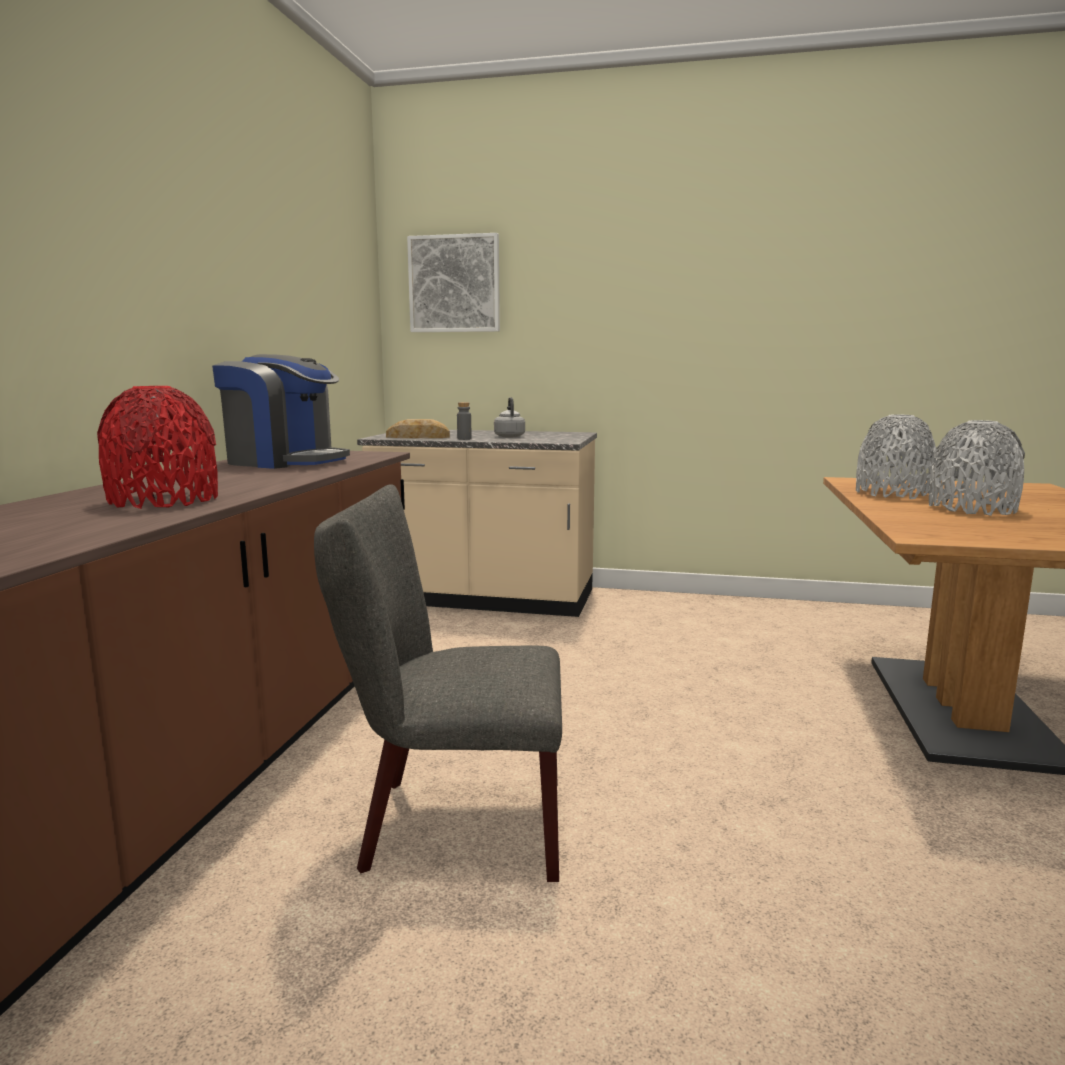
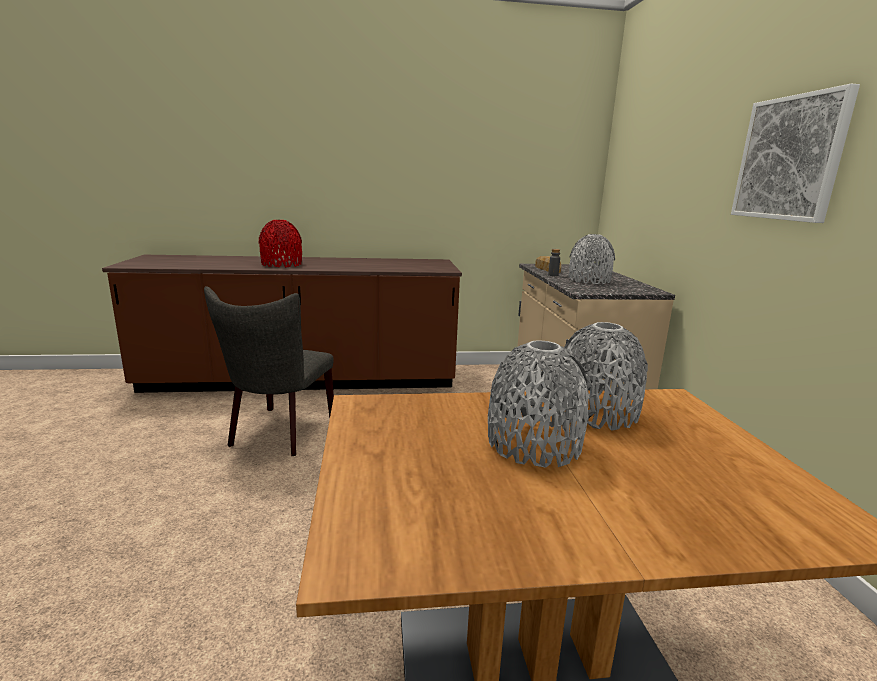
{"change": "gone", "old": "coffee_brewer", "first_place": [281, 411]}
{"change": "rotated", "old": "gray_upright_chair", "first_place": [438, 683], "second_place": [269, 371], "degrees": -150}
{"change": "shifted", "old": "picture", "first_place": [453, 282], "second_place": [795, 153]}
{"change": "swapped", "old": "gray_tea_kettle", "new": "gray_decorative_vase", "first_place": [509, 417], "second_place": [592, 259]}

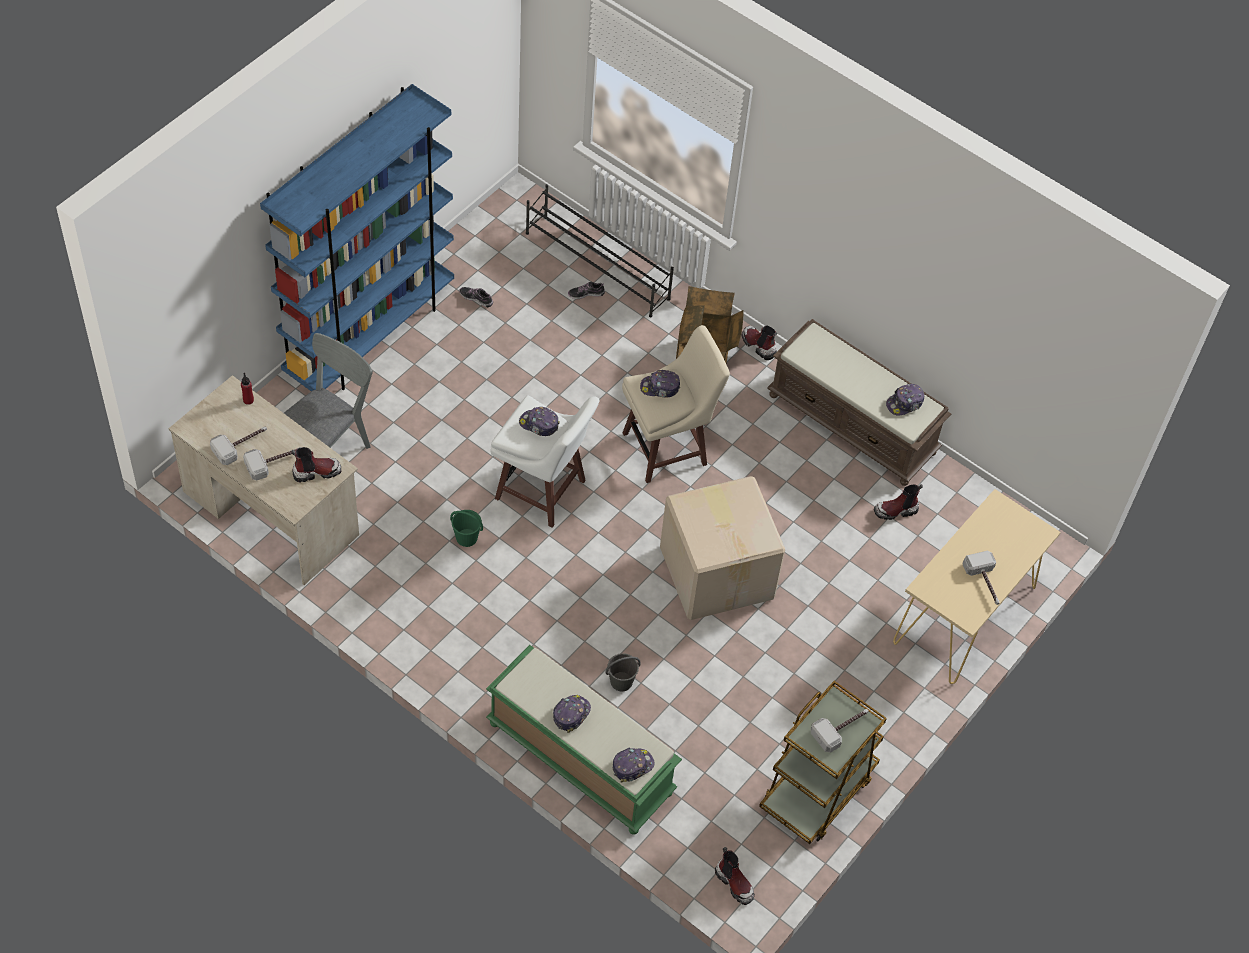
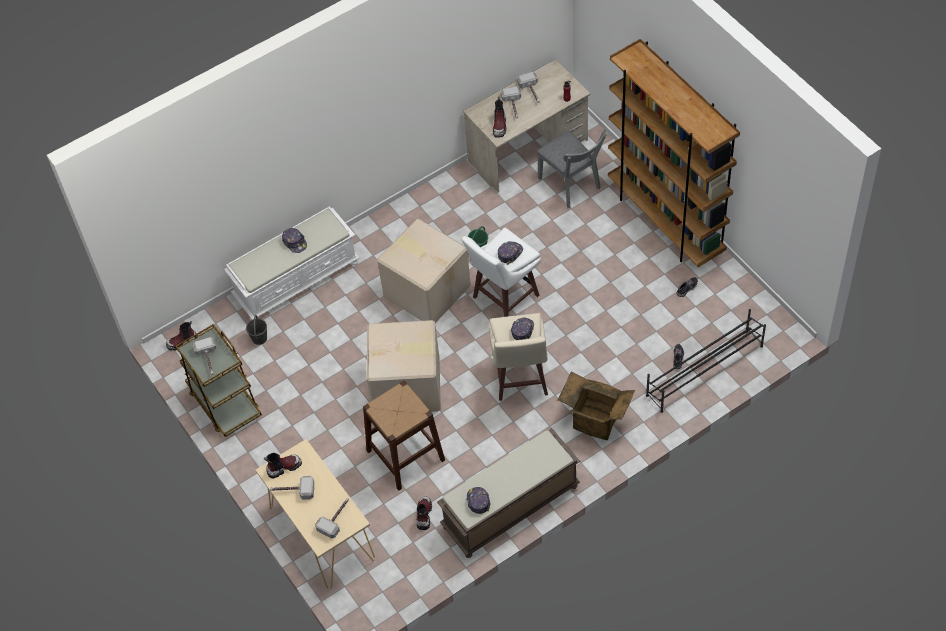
{"change": "repainted", "old": "blue-coloured_bookshelf", "new": "brown_bookshelf", "first_place": [357, 237], "second_place": [674, 153]}
{"change": "repainted", "old": "green-coloured_bench", "new": "white-coloured_bench", "first_place": [584, 740], "second_place": [291, 262]}
{"change": "shifted", "old": "gray_pail", "first_place": [623, 672], "second_place": [256, 330]}
{"change": "gone", "old": "baseball_cap", "first_place": [634, 764]}
{"change": "shifted", "old": "tall_boot", "first_place": [759, 343], "second_place": [283, 466]}
{"change": "new", "new": "hand_hammer", "second_place": [332, 518]}
{"change": "new", "new": "brown_stool", "second_place": [404, 436]}
{"change": "new", "new": "packing_box", "second_place": [424, 271]}

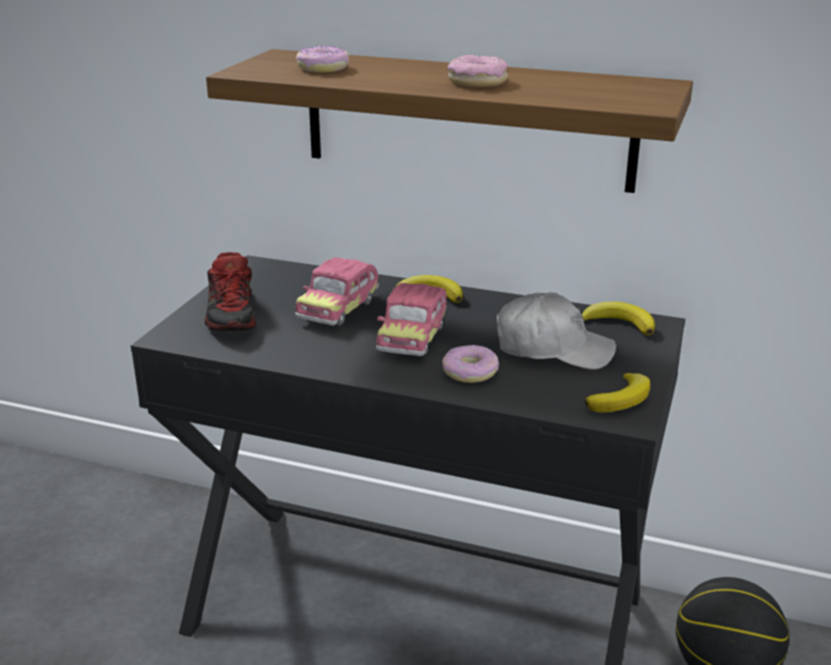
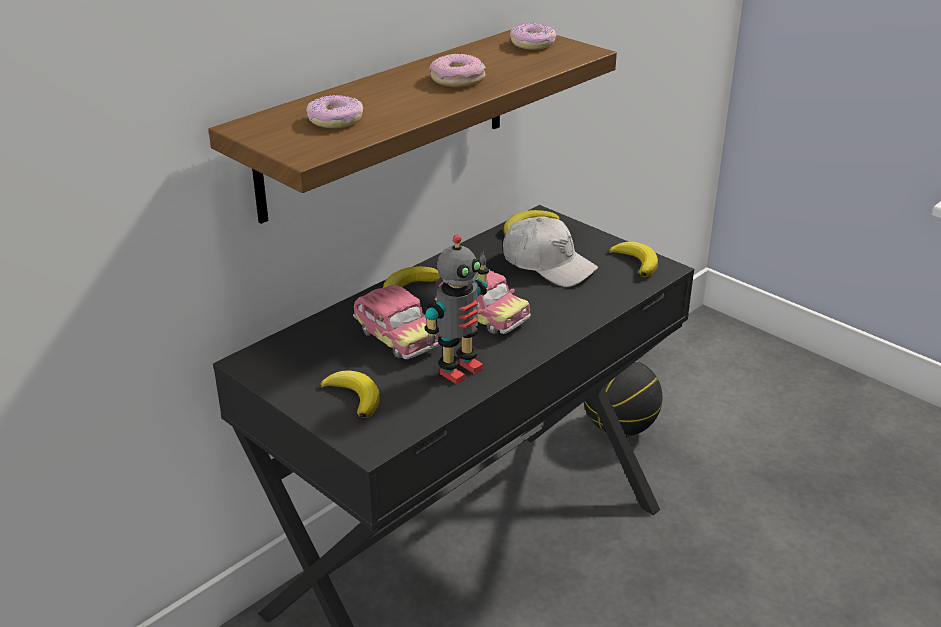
{"change": "swapped", "old": "low_shoe", "new": "banana_fruit", "first_place": [230, 291], "second_place": [350, 394]}
{"change": "shifted", "old": "donut", "first_place": [470, 364], "second_place": [533, 36]}
{"change": "rotated", "old": "white-coloured_baseball_cap", "first_place": [556, 331], "second_place": [550, 252], "degrees": 90}
{"change": "new", "new": "toy_robot", "second_place": [457, 309]}

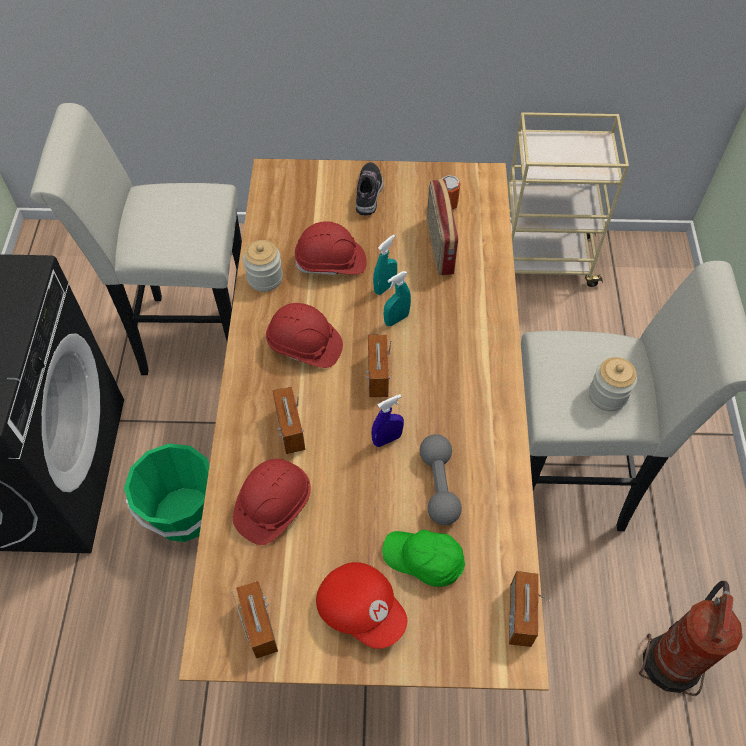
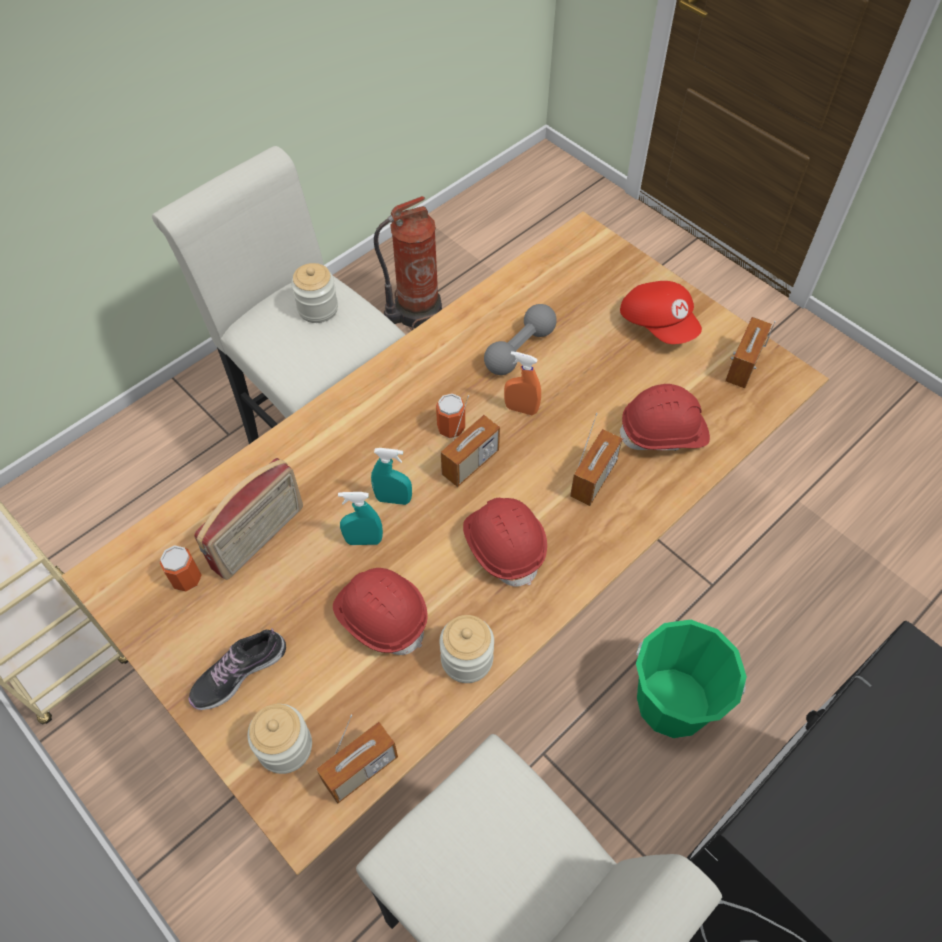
{"change": "rotated", "old": "red_baseball_cap", "first_place": [361, 605], "second_place": [661, 312], "degrees": 150}
{"change": "repainted", "old": "blue-coloured_hand_sprayer", "new": "orange-coloured_hand_sprayer", "first_place": [387, 420], "second_place": [522, 383]}
{"change": "gone", "old": "green-coloured_baseball_cap", "first_place": [423, 558]}
{"change": "shifted", "old": "radio", "first_place": [529, 609], "second_place": [357, 759]}
{"change": "new", "new": "preserve_jar", "second_place": [279, 739]}
{"change": "new", "new": "sealed_can", "second_place": [450, 415]}

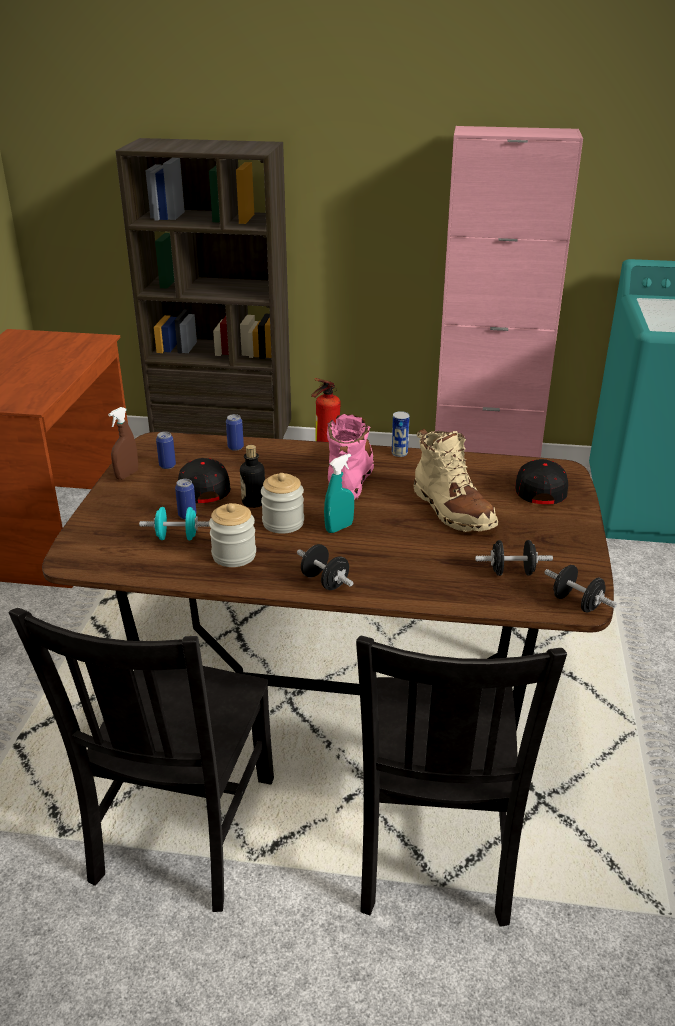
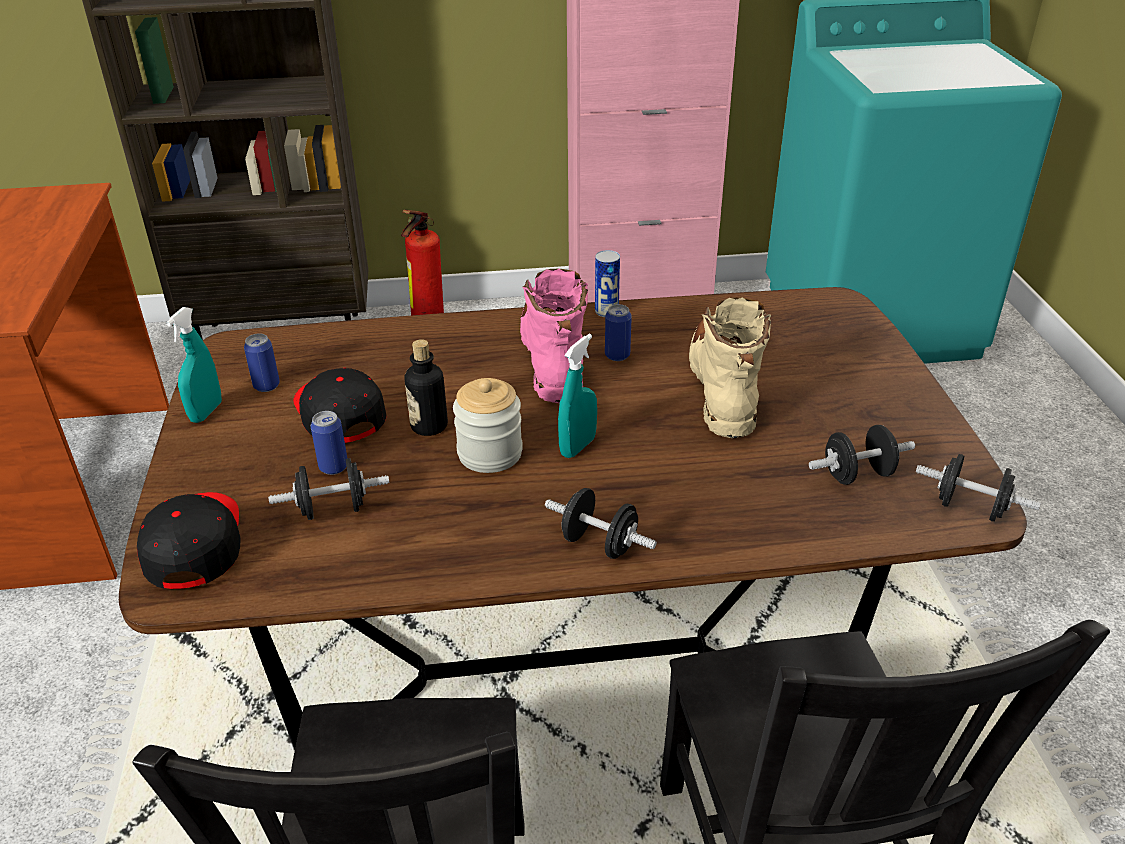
{"change": "repainted", "old": "brown_hand_sprayer", "new": "turquoise_hand_sprayer", "first_place": [123, 443], "second_place": [194, 365]}
{"change": "repainted", "old": "turquoise_hand_weight", "new": "black-coloured_hand_weight", "first_place": [174, 523], "second_place": [328, 489]}
{"change": "gone", "old": "preserve_jar", "first_place": [232, 535]}
{"change": "shifted", "old": "sealed_can", "first_place": [235, 432], "second_place": [618, 332]}
{"change": "rotated", "old": "beige_tall_boot", "first_place": [456, 480], "second_place": [730, 367], "degrees": -135}
{"change": "shifted", "old": "black-coloured_baseball_cap", "first_place": [541, 481], "second_place": [189, 540]}

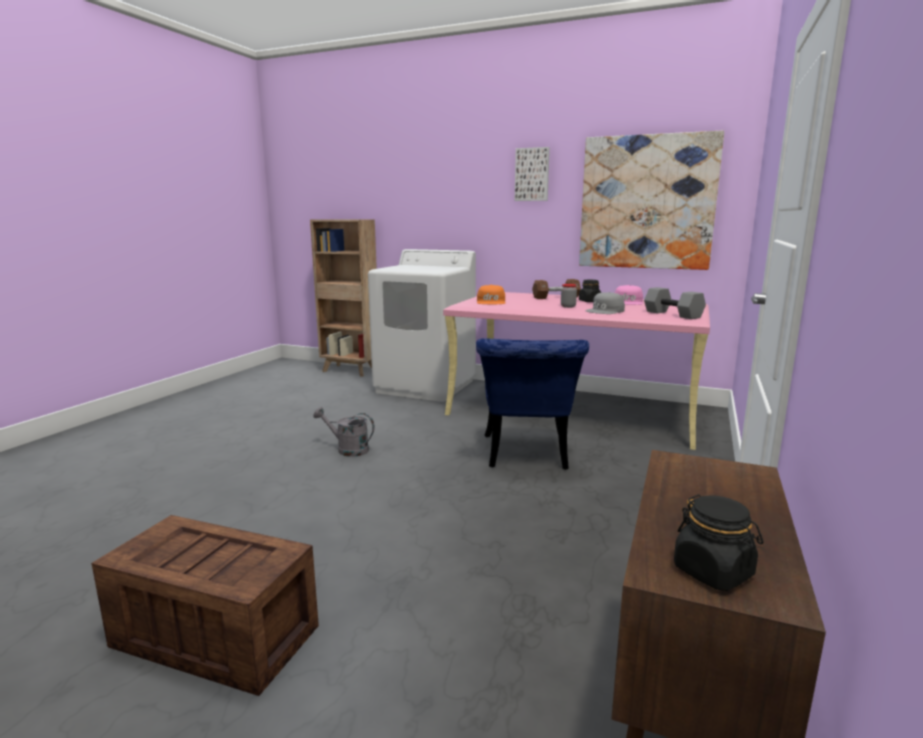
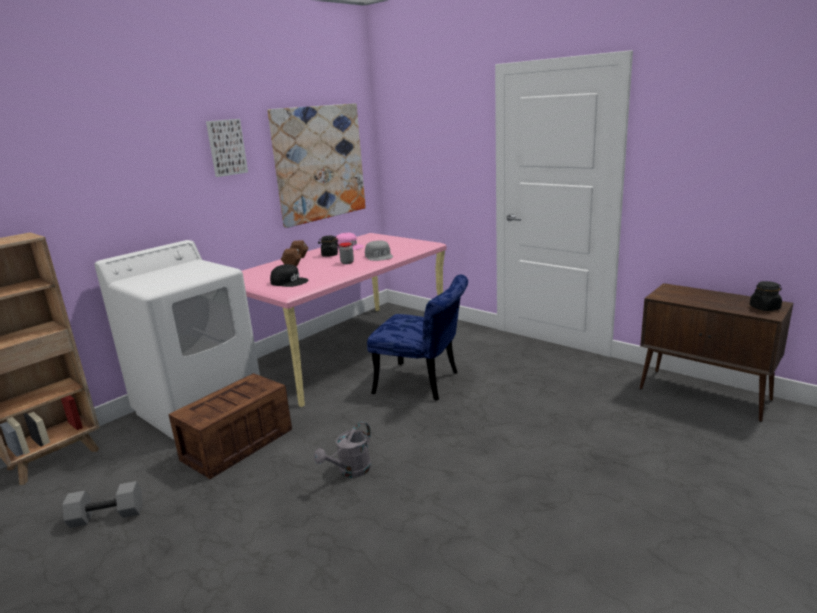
{"change": "shifted", "old": "packing_crate", "first_place": [205, 605], "second_place": [230, 426]}
{"change": "repainted", "old": "orange-coloured_baseball_cap", "new": "black-coloured_baseball_cap", "first_place": [491, 294], "second_place": [289, 275]}
{"change": "shifted", "old": "gray_hand_weight", "first_place": [675, 303], "second_place": [102, 504]}

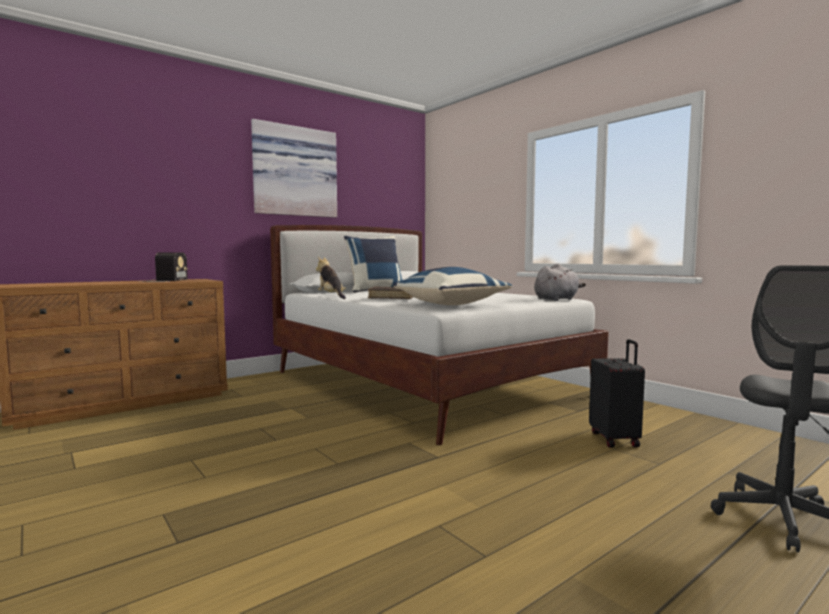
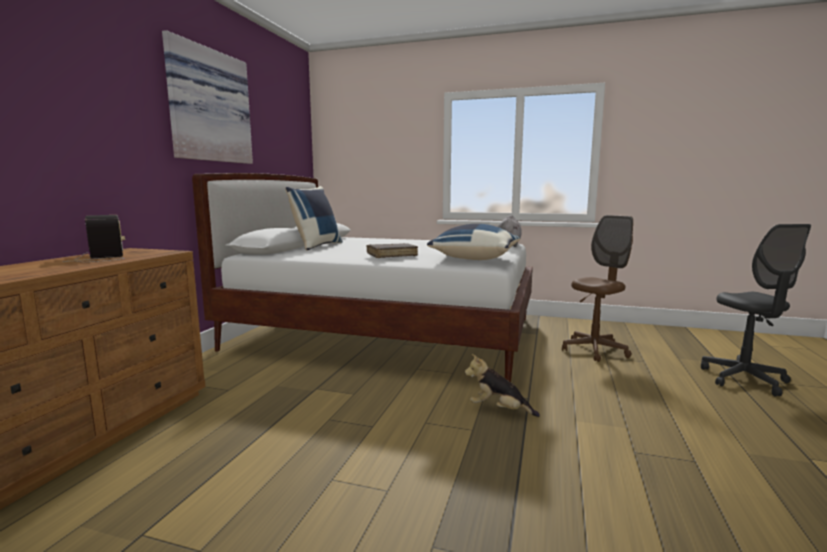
{"change": "shifted", "old": "cuddly_toy", "first_place": [331, 278], "second_place": [502, 385]}
{"change": "swapped", "old": "black-coloured_suitcase", "new": "brown_computer_chair", "first_place": [617, 393], "second_place": [597, 288]}

